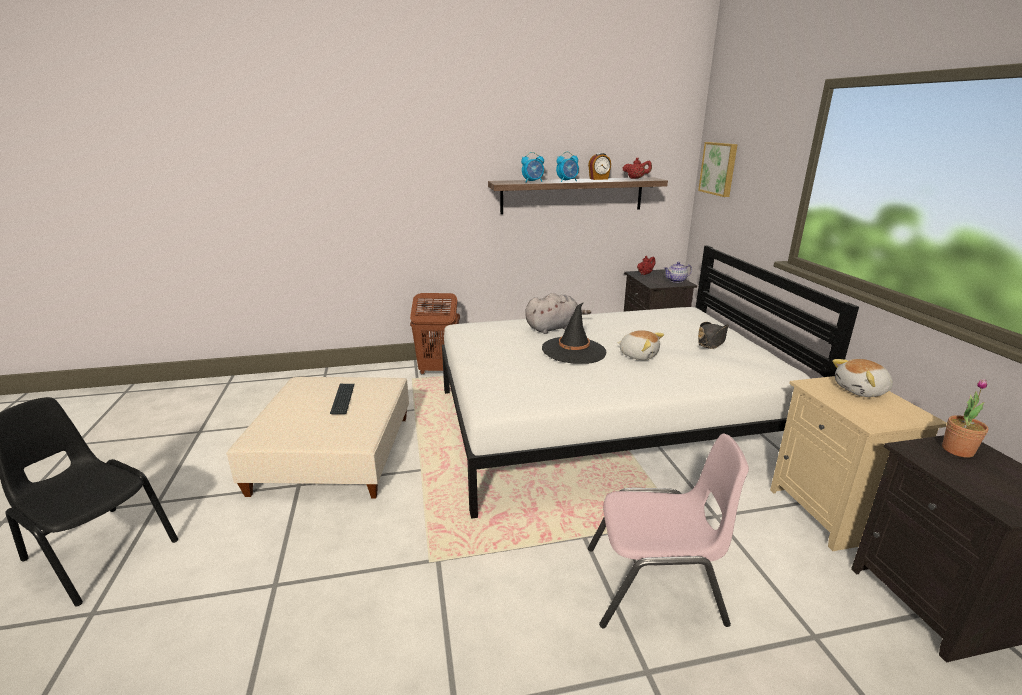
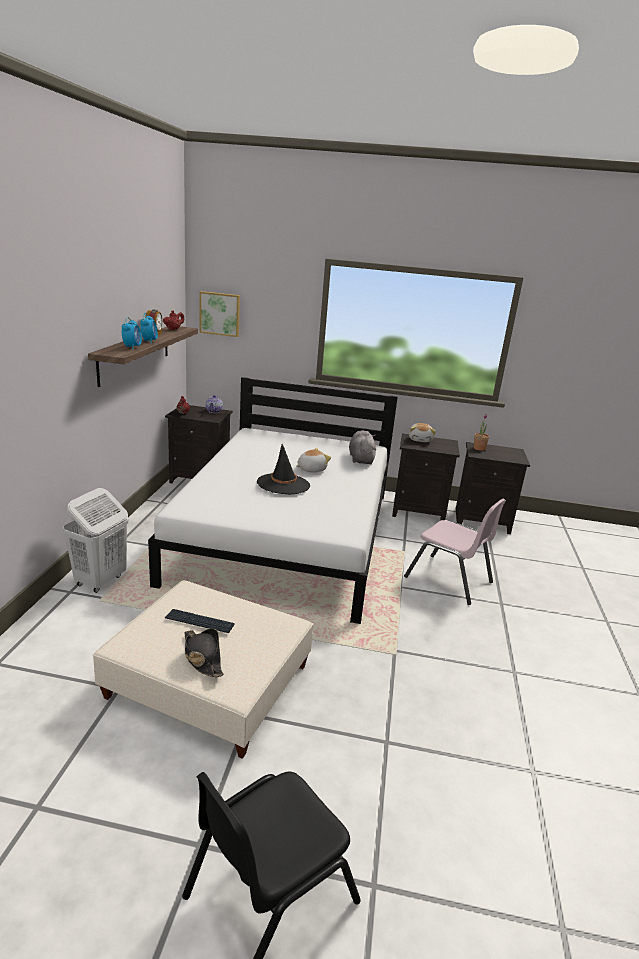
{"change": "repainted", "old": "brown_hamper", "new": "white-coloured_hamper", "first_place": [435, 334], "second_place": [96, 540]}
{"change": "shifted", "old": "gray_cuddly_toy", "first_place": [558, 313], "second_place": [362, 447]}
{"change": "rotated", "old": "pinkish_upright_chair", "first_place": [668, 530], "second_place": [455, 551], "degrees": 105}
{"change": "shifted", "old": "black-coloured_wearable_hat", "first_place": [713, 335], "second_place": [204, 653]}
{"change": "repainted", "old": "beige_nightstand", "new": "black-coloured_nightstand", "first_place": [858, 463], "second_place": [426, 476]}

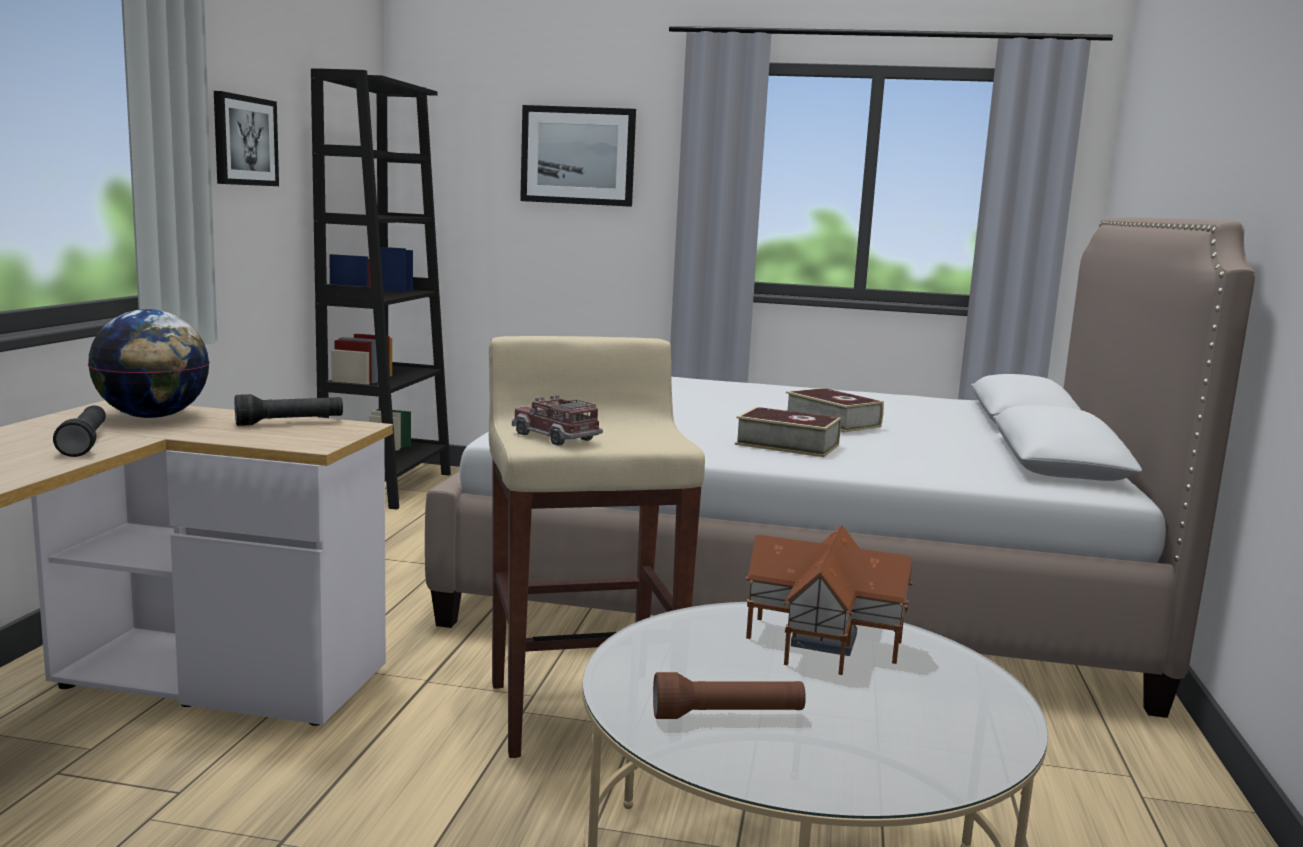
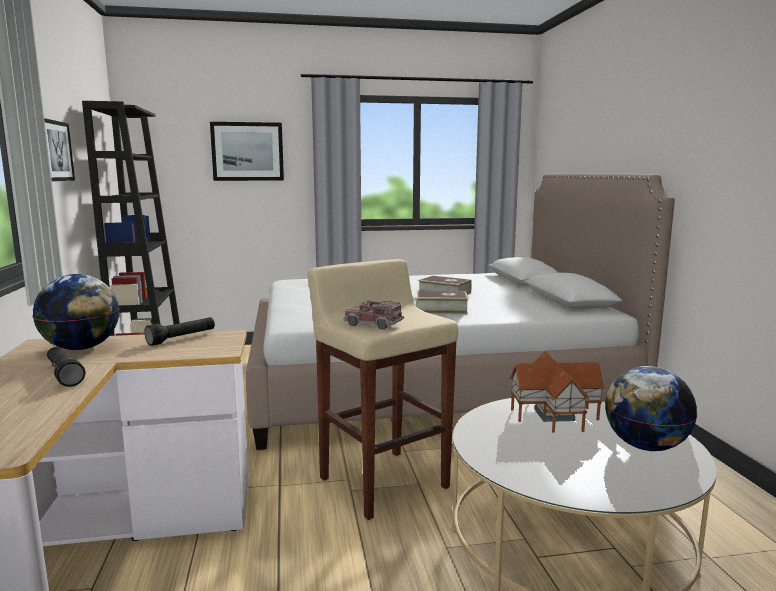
{"change": "gone", "old": "brown_hand_torch", "first_place": [729, 695]}
{"change": "new", "new": "world_globe", "second_place": [651, 408]}

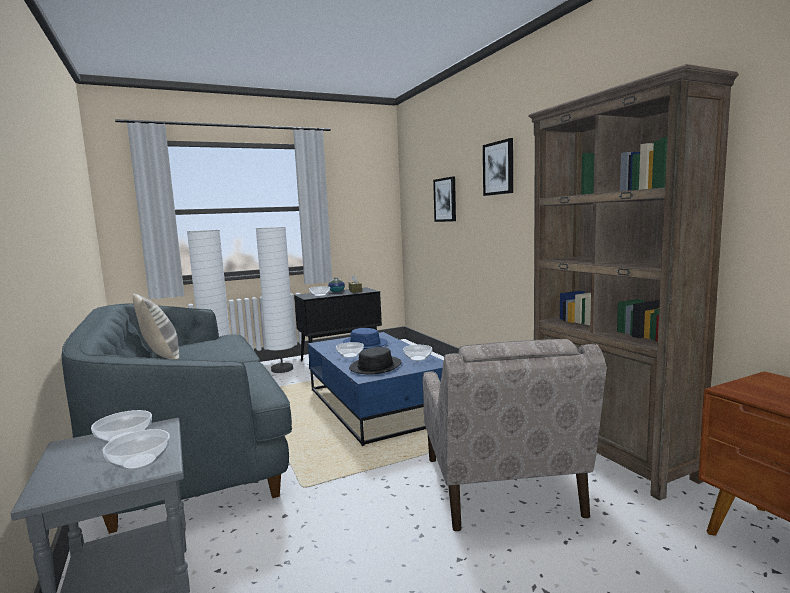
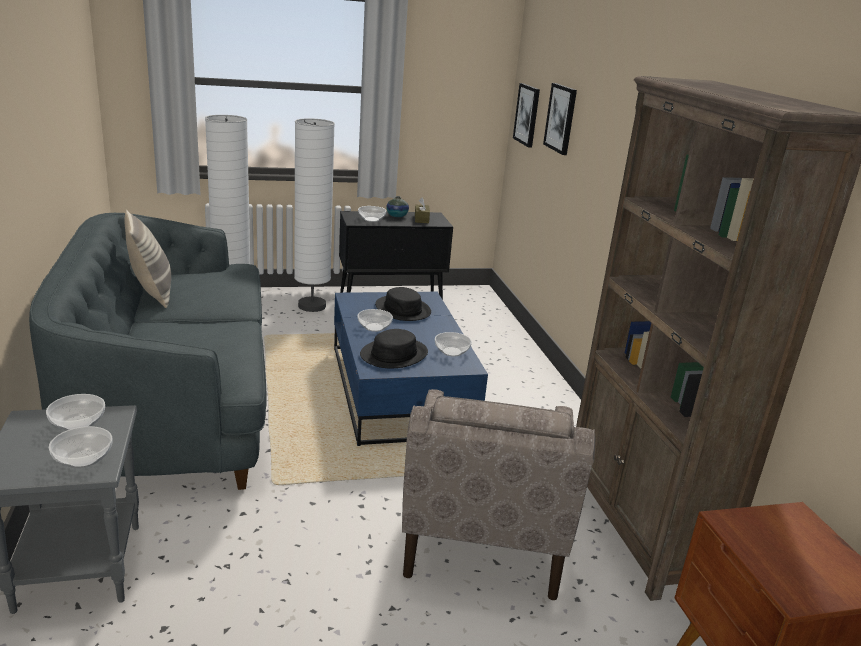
{"change": "repainted", "old": "blue-coloured_wearable_hat", "new": "black-coloured_wearable_hat", "first_place": [365, 338], "second_place": [403, 304]}
{"change": "shifted", "old": "picture", "first_place": [498, 167], "second_place": [526, 115]}

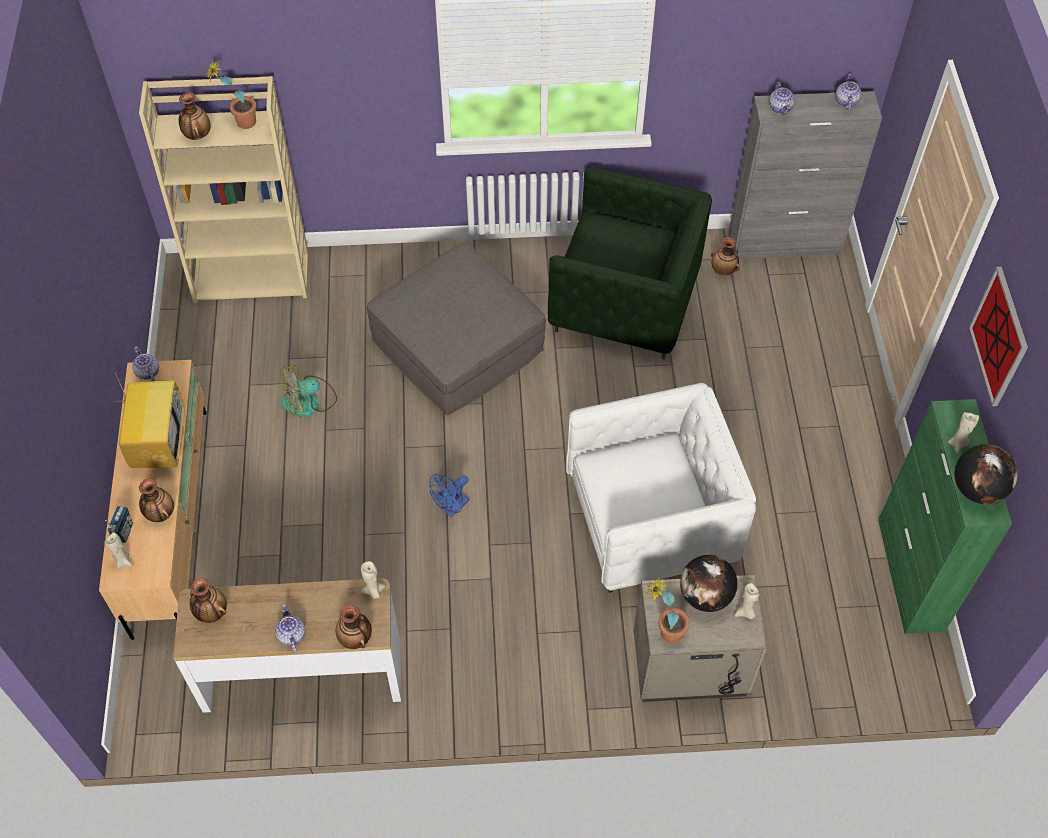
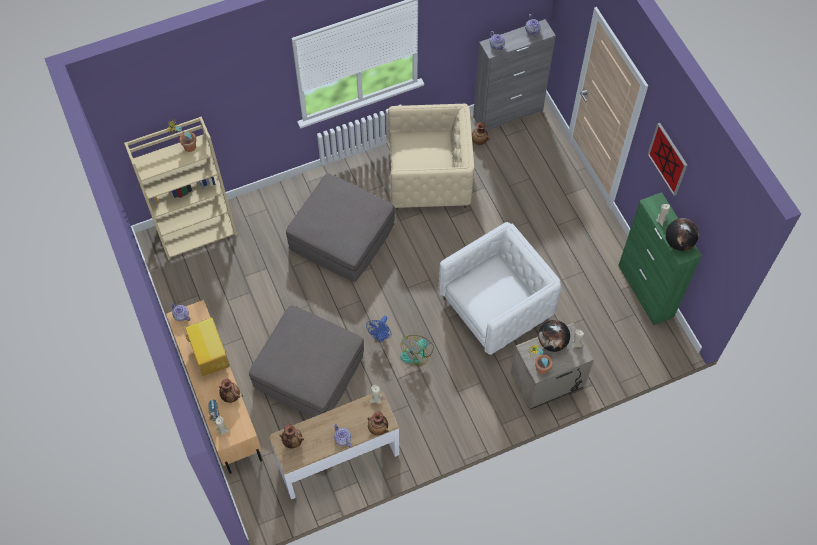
{"change": "gone", "old": "decorative_vase", "first_place": [195, 116]}
{"change": "shifted", "old": "cooling_fan", "first_place": [308, 390], "second_place": [417, 350]}
{"change": "repainted", "old": "green-coloured_armchair", "new": "beige_armchair", "first_place": [630, 263], "second_place": [431, 157]}
{"change": "new", "new": "gray_ottoman", "second_place": [306, 361]}

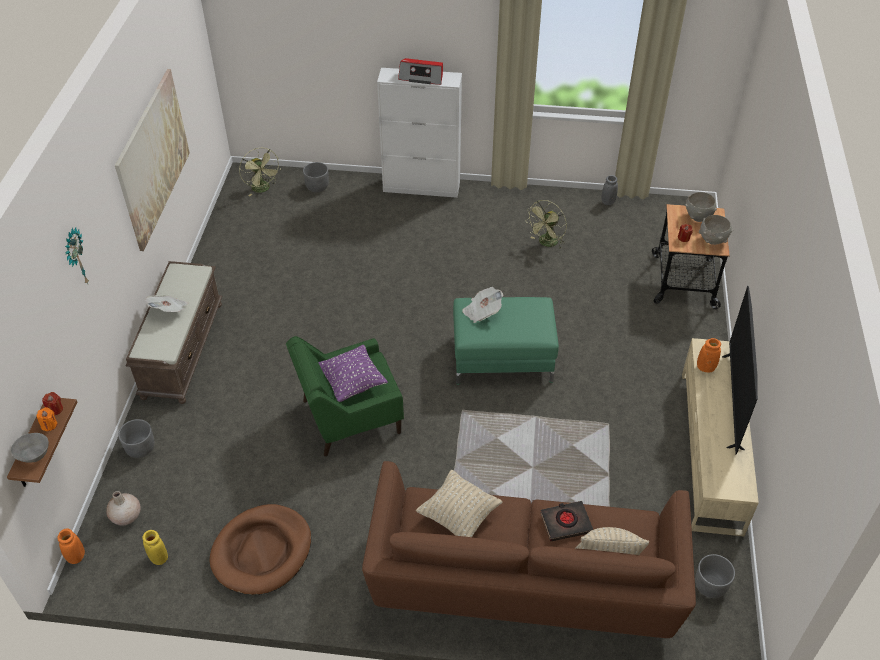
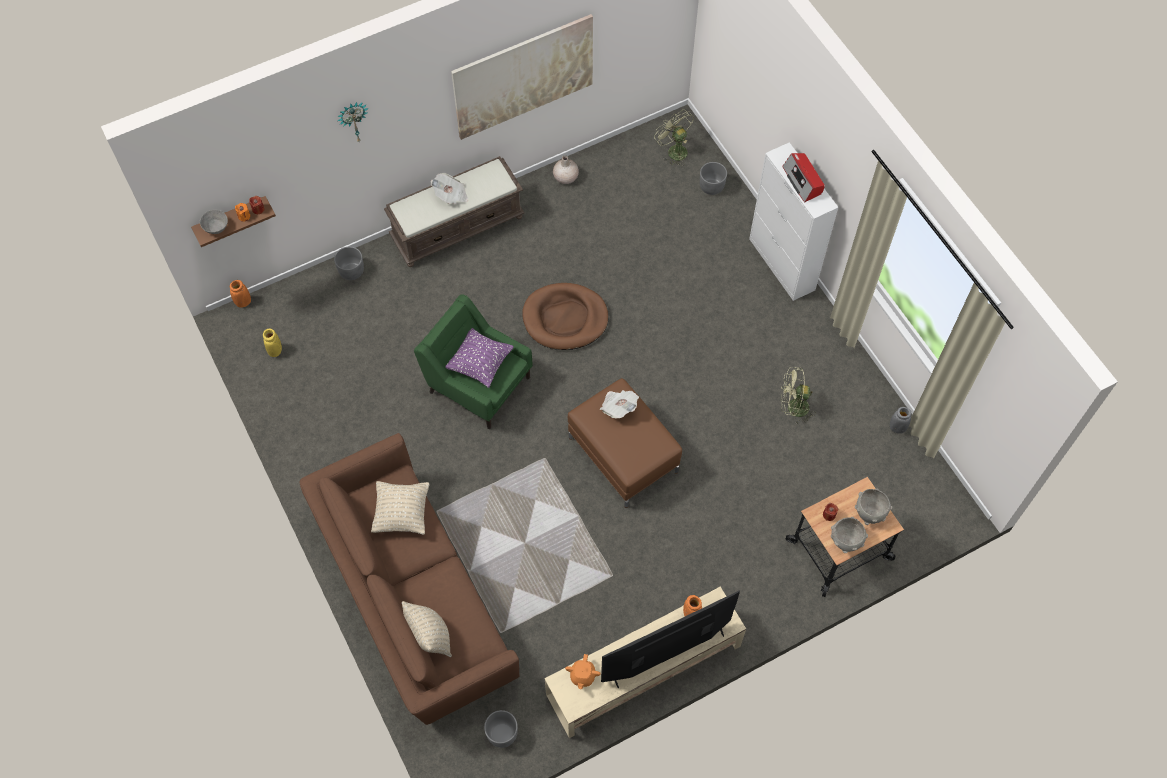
{"change": "shifted", "old": "beige_decorative_vase", "first_place": [123, 508], "second_place": [566, 169]}
{"change": "shifted", "old": "brown_dog_bed", "first_place": [260, 549], "second_place": [565, 316]}
{"change": "rotated", "old": "green-coloured_cooling_fan", "first_place": [260, 172], "second_place": [674, 137], "degrees": 120}
{"change": "repainted", "old": "green-coloured_ottoman", "new": "brown_ottoman", "first_place": [506, 341], "second_place": [625, 443]}
{"change": "gone", "old": "black-coloured_volume", "first_place": [566, 521]}
{"change": "new", "new": "orange-coloured_pot_for_tea", "second_place": [583, 671]}

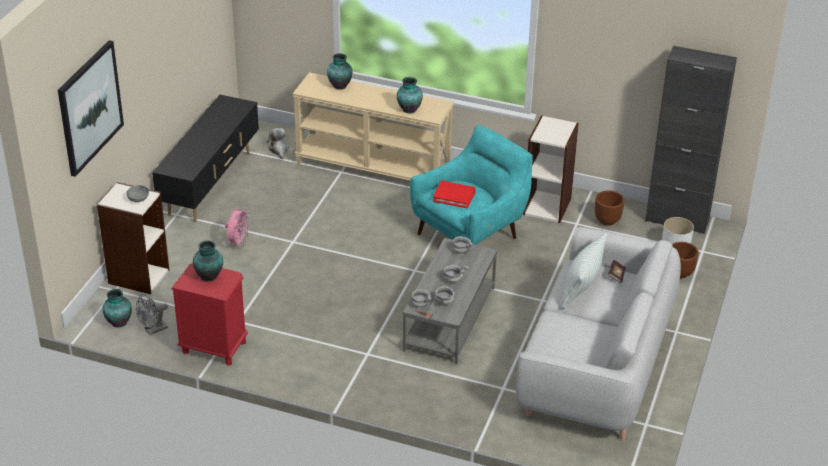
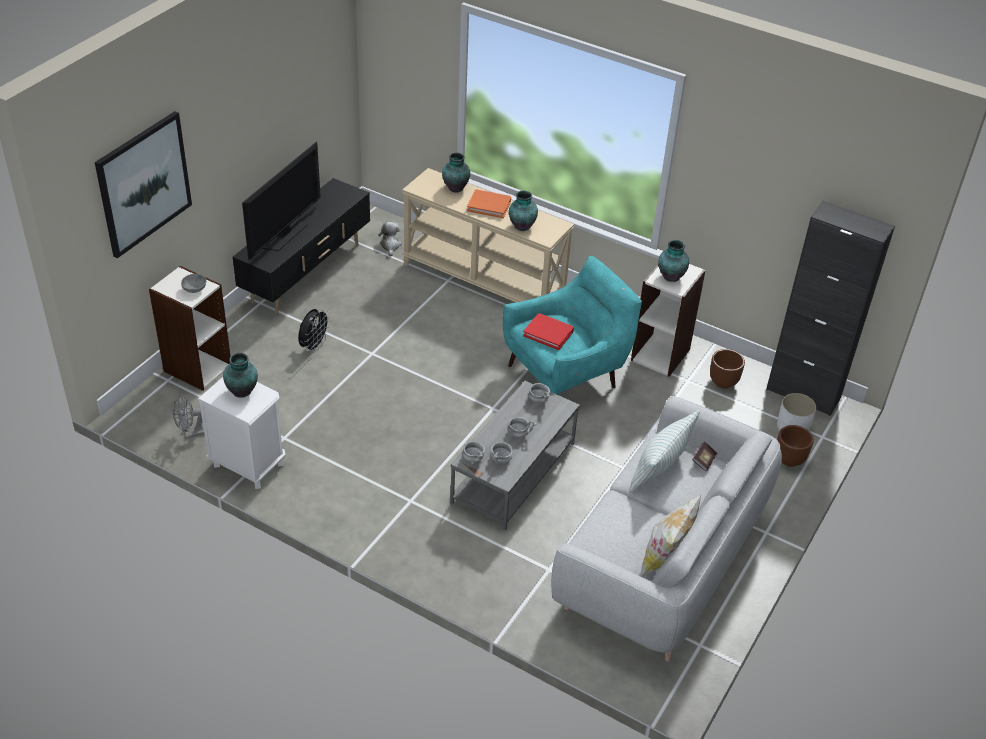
{"change": "shifted", "old": "decorative_vase", "first_place": [117, 308], "second_place": [673, 261]}
{"change": "repainted", "old": "red_nightstand", "new": "white-coloured_nightstand", "first_place": [209, 314], "second_place": [241, 433]}
{"change": "repainted", "old": "pinkish_cooling_fan", "new": "black-coloured_cooling_fan", "first_place": [238, 227], "second_place": [314, 331]}
{"change": "new", "new": "TV_set", "second_place": [281, 201]}
{"change": "new", "new": "orange-coloured_volume", "second_place": [489, 203]}
{"change": "new", "new": "pillow", "second_place": [670, 536]}

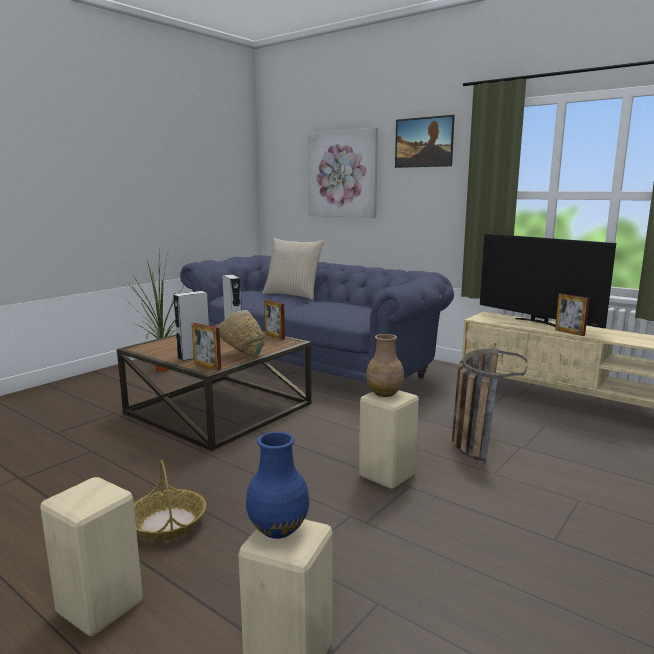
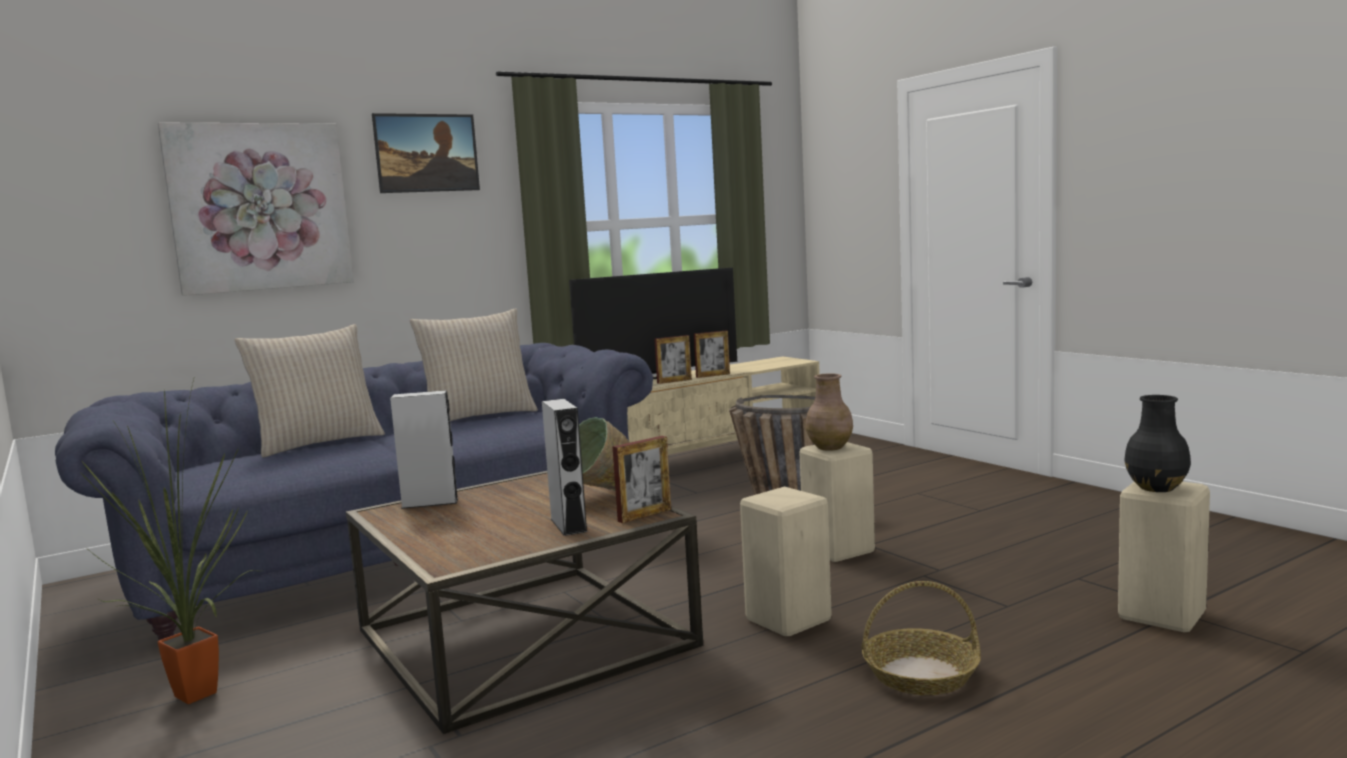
{"change": "shifted", "old": "beige_stool", "first_place": [91, 556], "second_place": [786, 561]}
{"change": "repainted", "old": "blue-coloured_decorative_vase", "new": "black-coloured_decorative_vase", "first_place": [278, 485], "second_place": [1158, 443]}
{"change": "shifted", "old": "photo_frame", "first_place": [274, 320], "second_place": [673, 359]}
{"change": "new", "new": "beige_pillow", "second_place": [474, 365]}

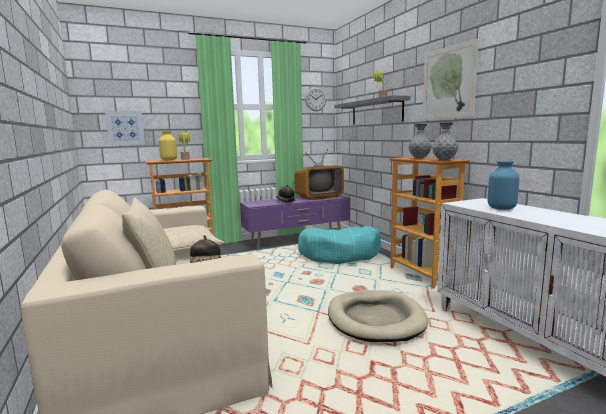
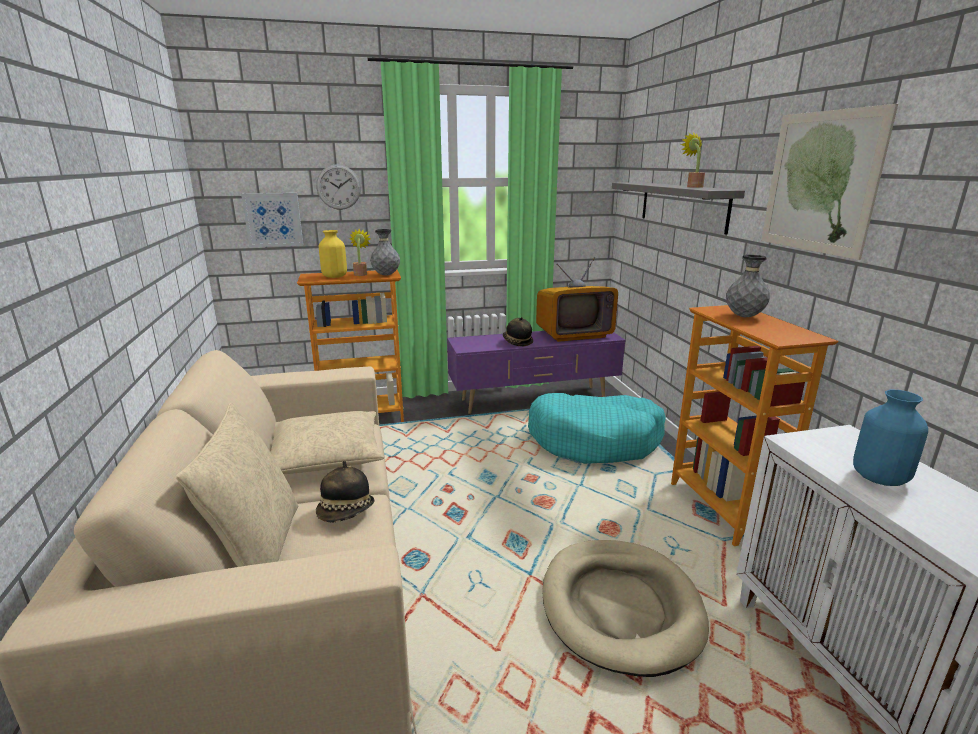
{"change": "shifted", "old": "hanging_clock", "first_place": [315, 99], "second_place": [338, 187]}
{"change": "shifted", "old": "gray_decorative_vase", "first_place": [445, 141], "second_place": [385, 252]}

